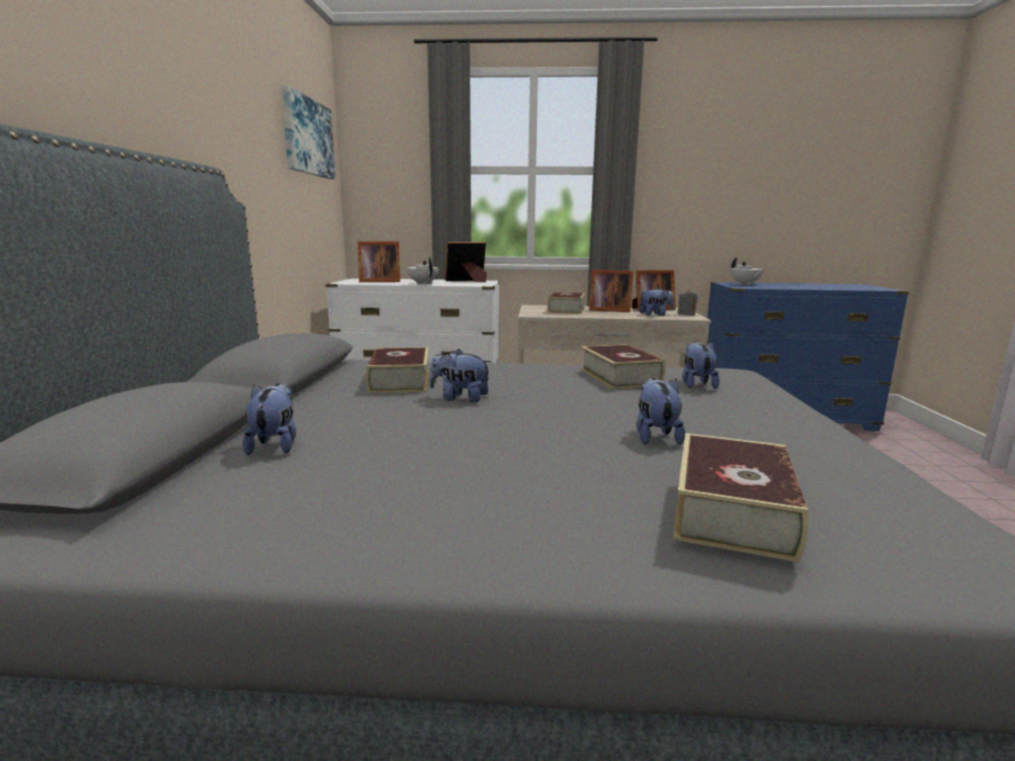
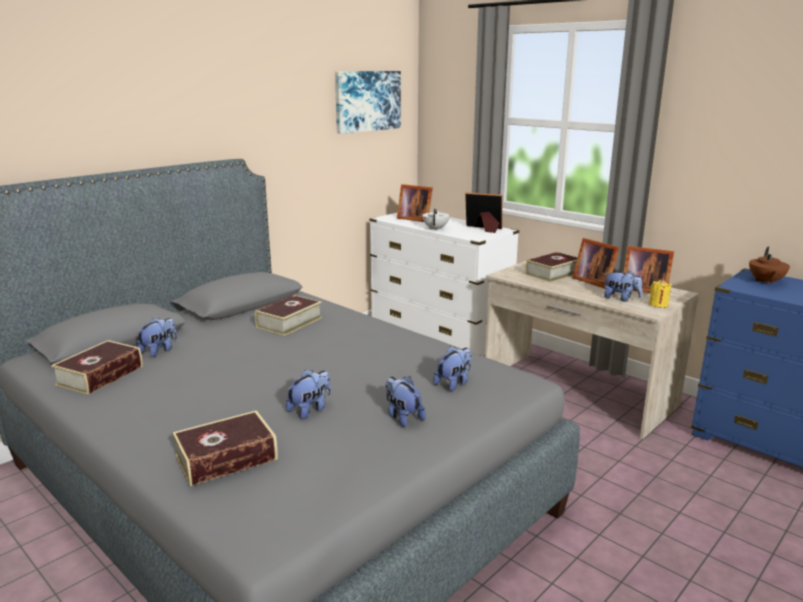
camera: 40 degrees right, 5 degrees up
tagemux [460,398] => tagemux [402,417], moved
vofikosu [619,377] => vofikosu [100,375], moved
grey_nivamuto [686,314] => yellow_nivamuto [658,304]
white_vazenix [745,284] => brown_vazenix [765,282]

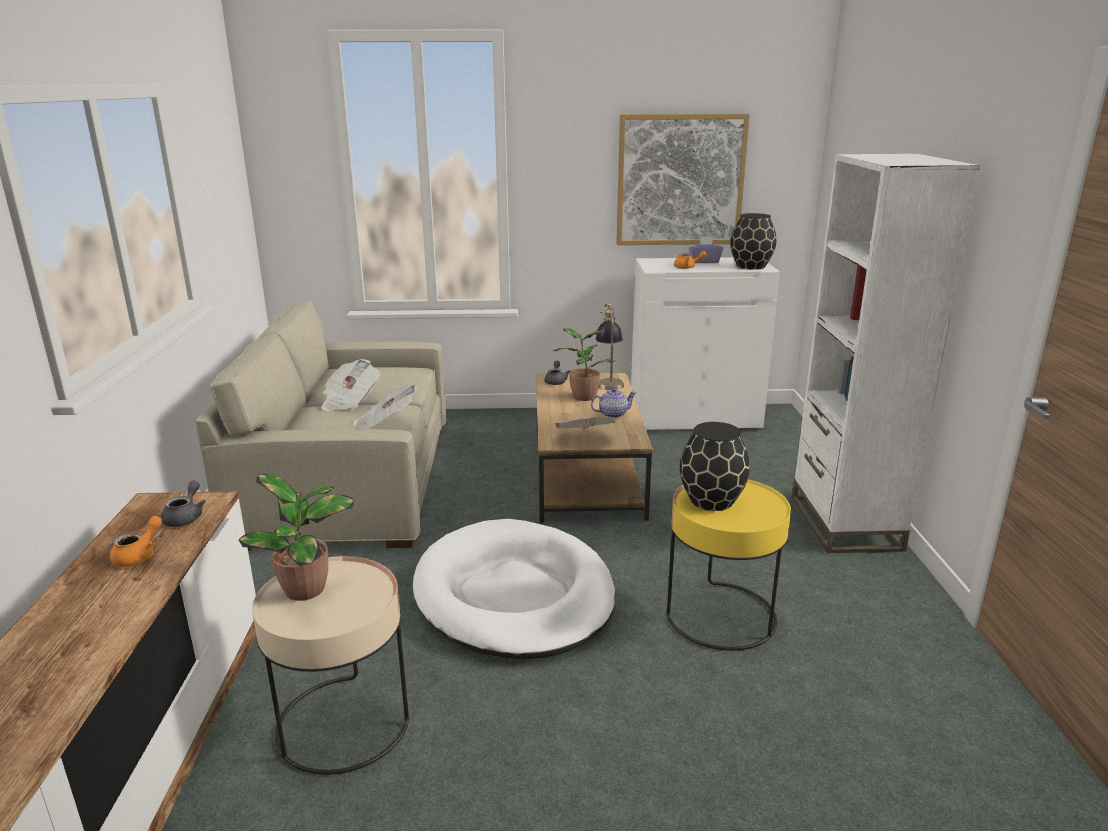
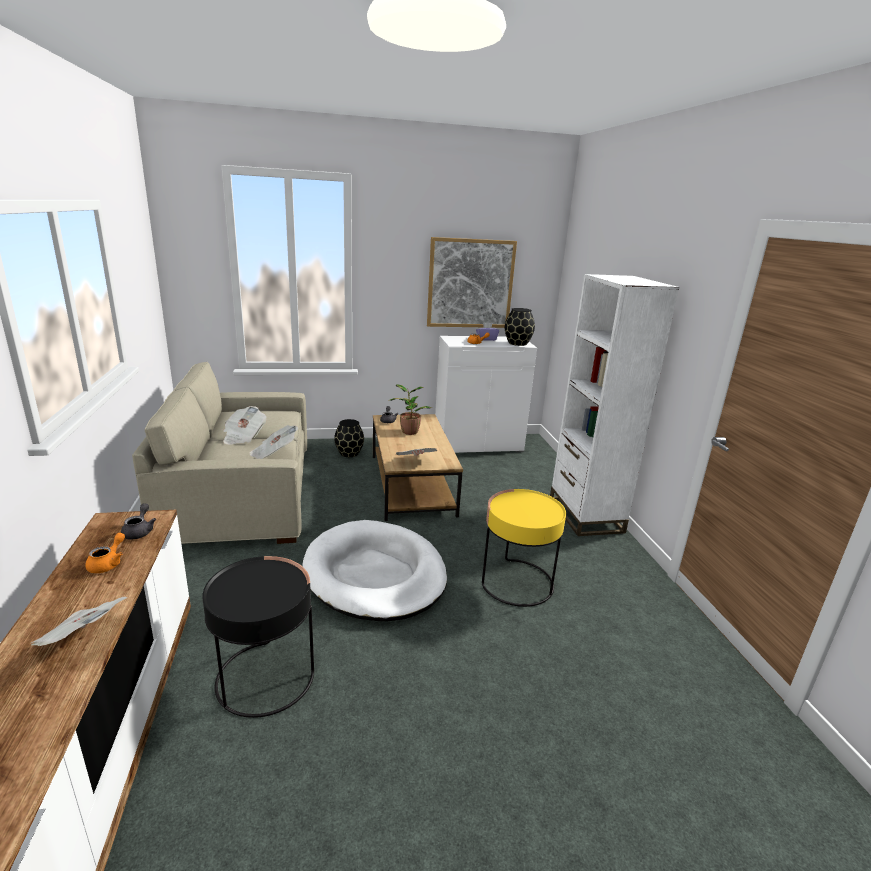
camera: 10 degrees left, 0 degrees up
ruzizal [308,589] => nothing
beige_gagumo [342,723] => black_gagumo [265,677]
vazenix [612,414] => nothing
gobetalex [609,381] => nothing
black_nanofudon [711,501] => black_nanofudon [349,453], moved
nothing => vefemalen [84,638]

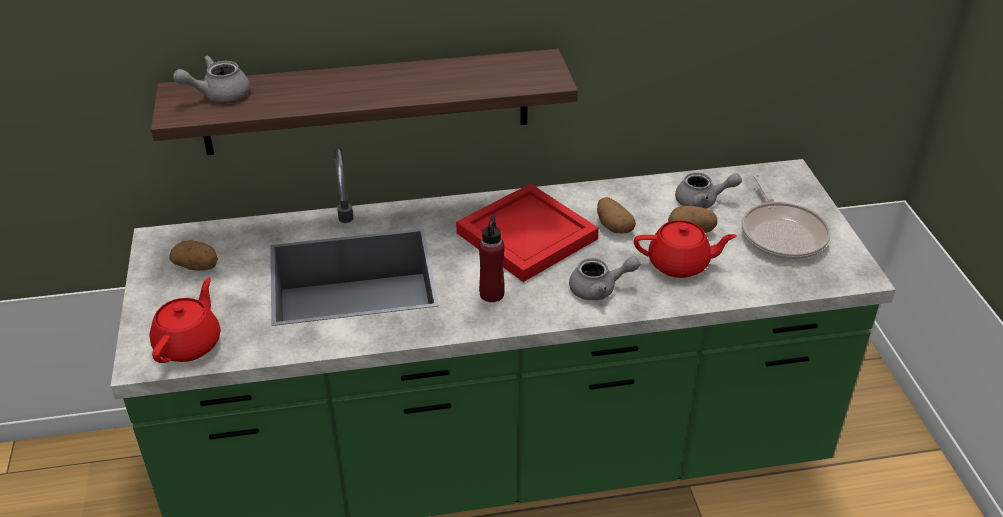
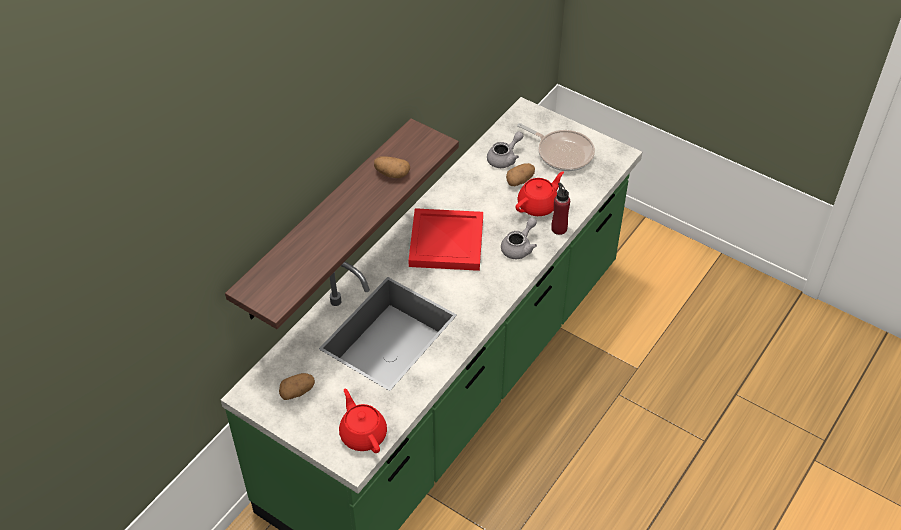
camera: 45 degrees left, 10 degrees up
grey_vazenix [218,94] => nothing
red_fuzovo [492,294] => red_fuzovo [559,228], moved
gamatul [613,226] => gamatul [391,174], moved

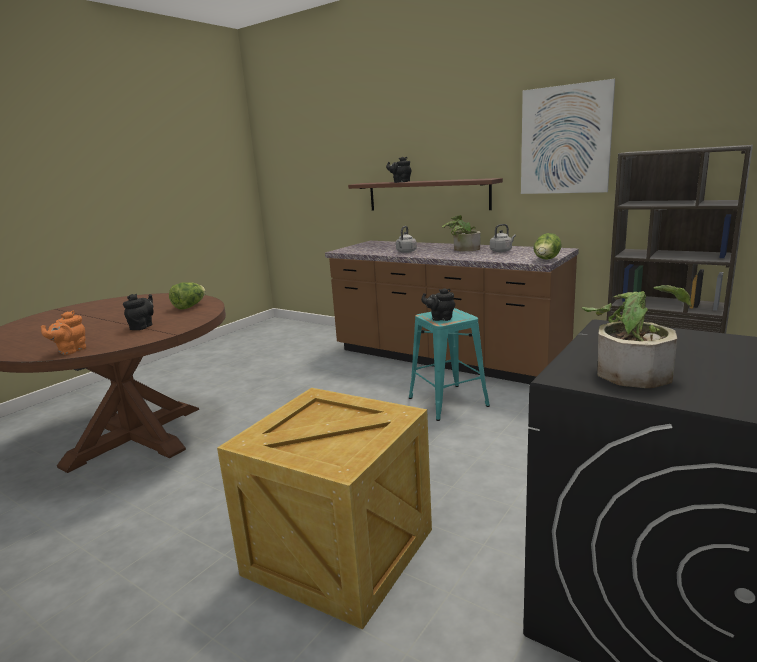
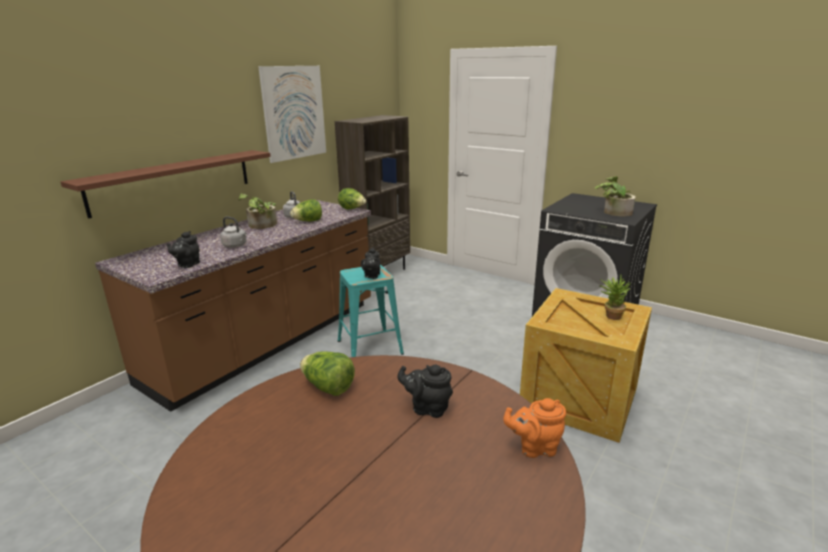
camera: 90 degrees left, 5 degrees up
orange_vazenix [70,351] => orange_vazenix [534,447], 150 degrees clockwise
black_vazenix [400,182] => black_vazenix [187,265], moved
nothing => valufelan [308,221]
nothing => ruzizal [610,315]

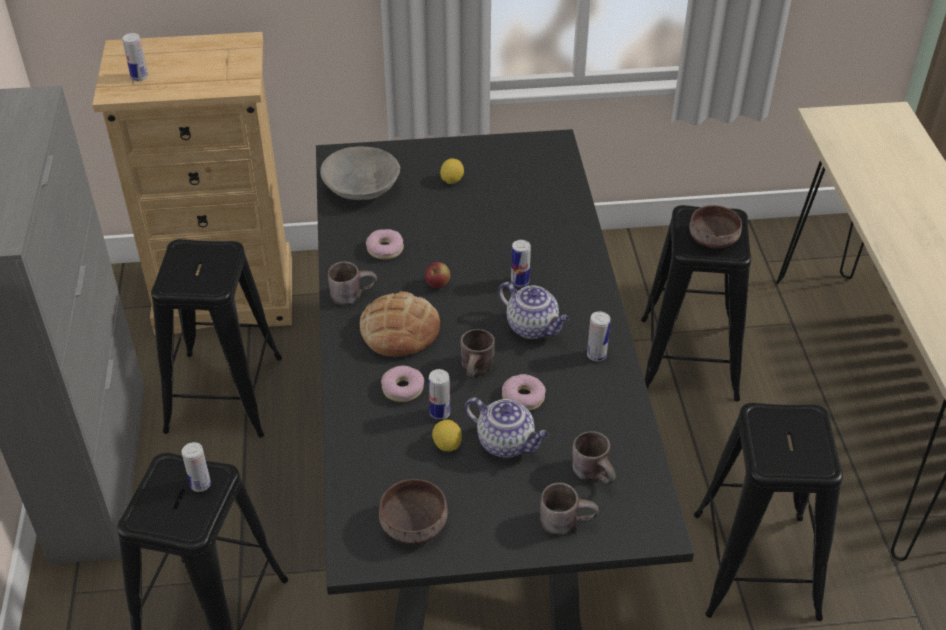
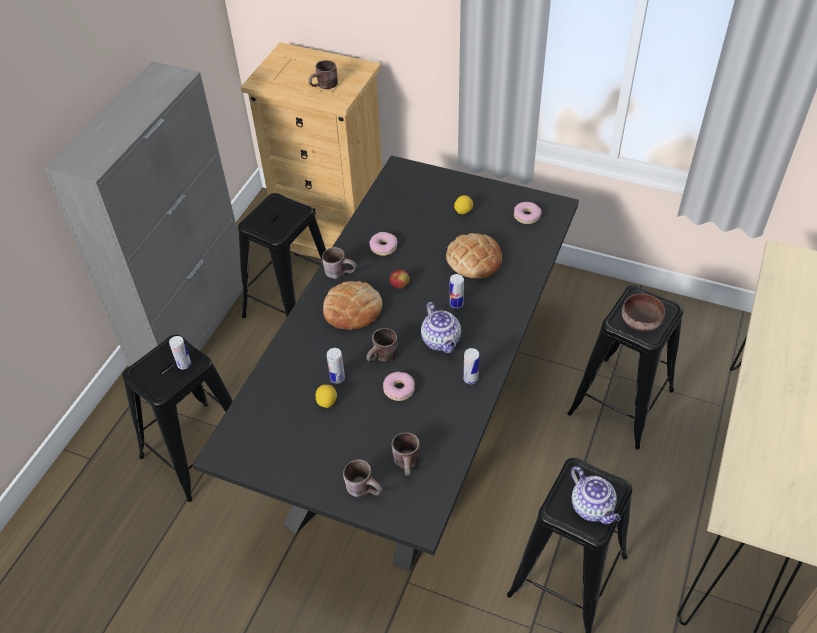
camera: 30 degrees right, 5 degrees up
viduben [139,77] => nothing
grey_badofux [360,188] => nothing
brown_badofux [413,522] => nothing
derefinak [403,388] => derefinak [527,216], moved
vazenix [507,443] => vazenix [593,507], moved
nothing => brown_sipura [325,87]
nothing => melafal [474,260]

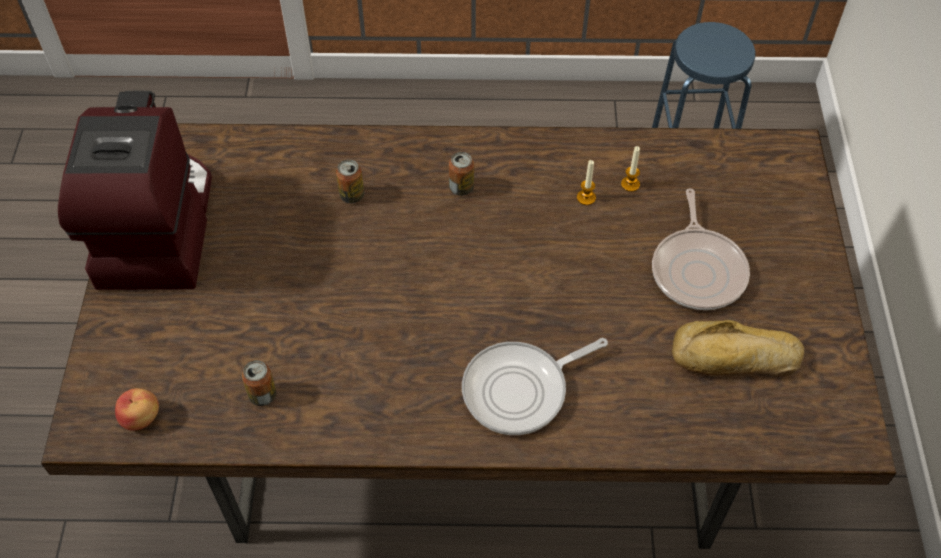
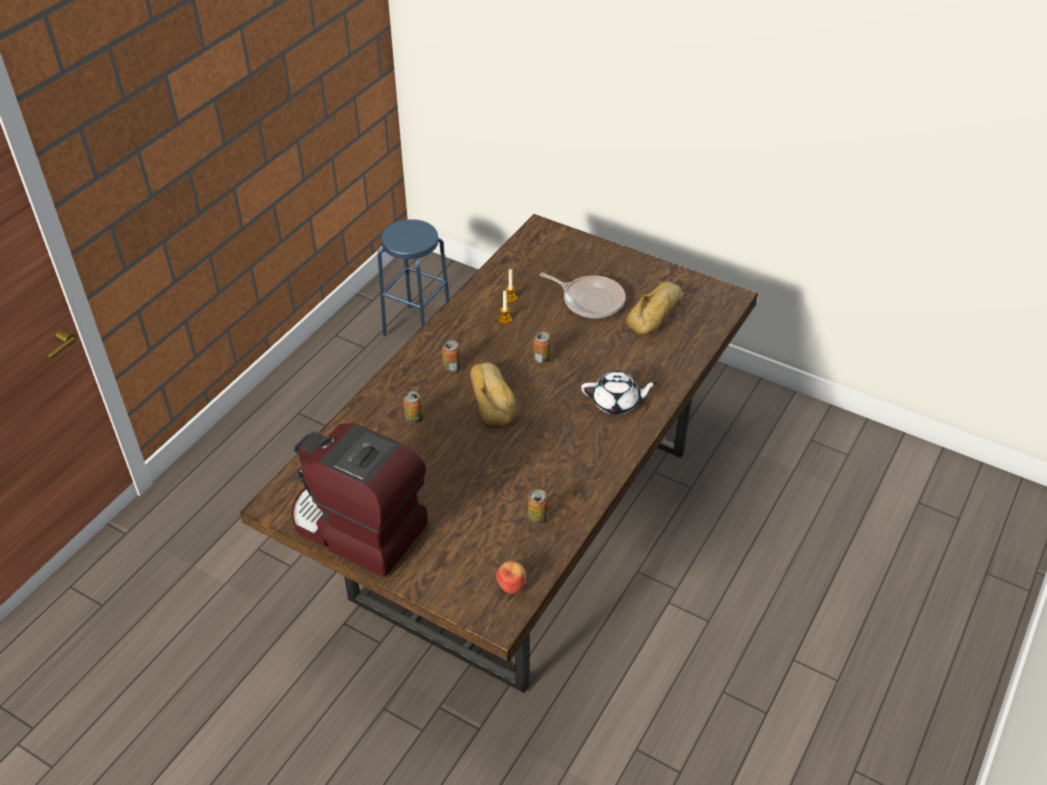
camera: 60 degrees left, 10 degrees down
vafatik [520,390] => white_vazenix [616,403]
nothing => melafal [493,399]
nothing => viduben [541,359]

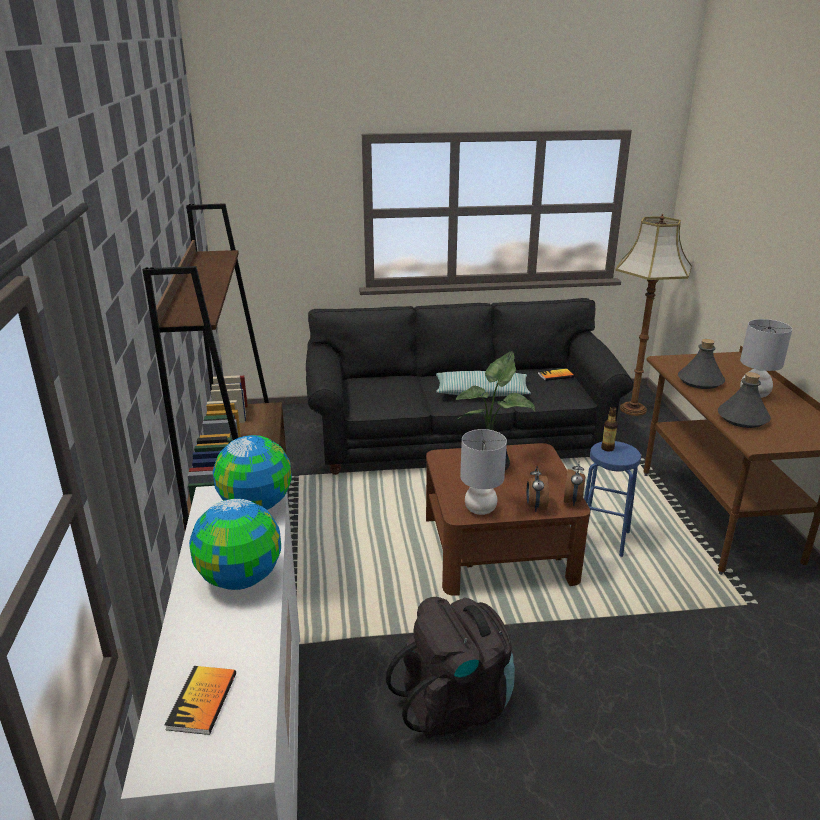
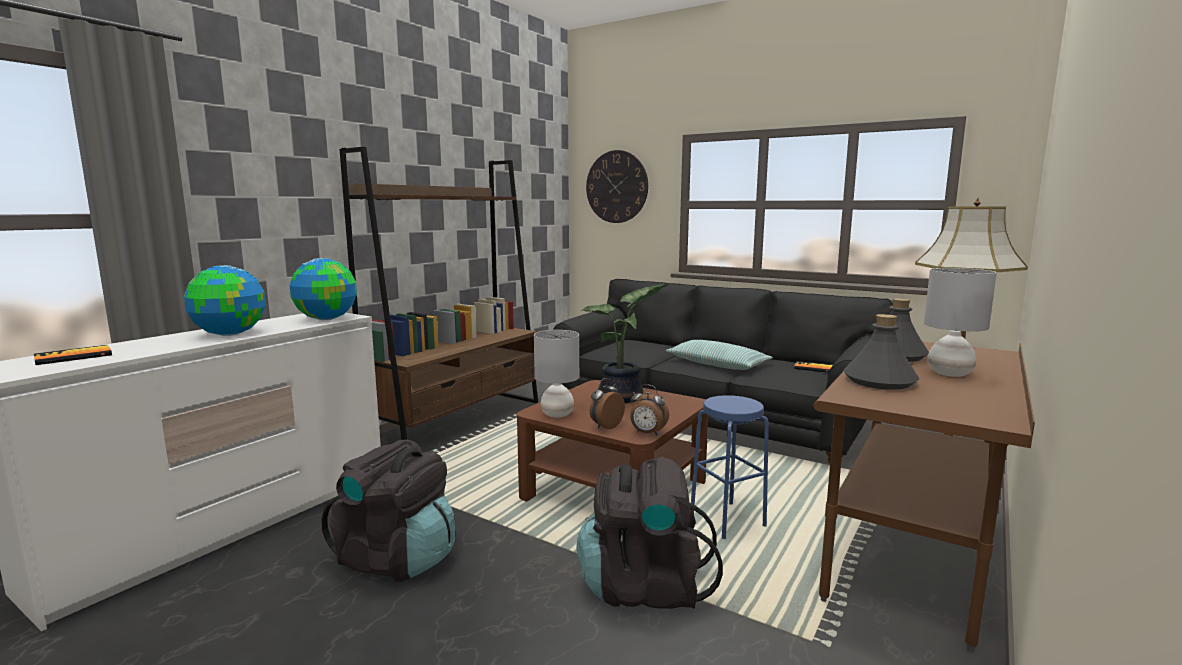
camera: 40 degrees right, 15 degrees down
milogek [573,501] => milogek [647,433], 60 degrees clockwise
fuzovo [607,448] => nothing
nothing => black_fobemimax [644,587]
nothing => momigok [616,187]

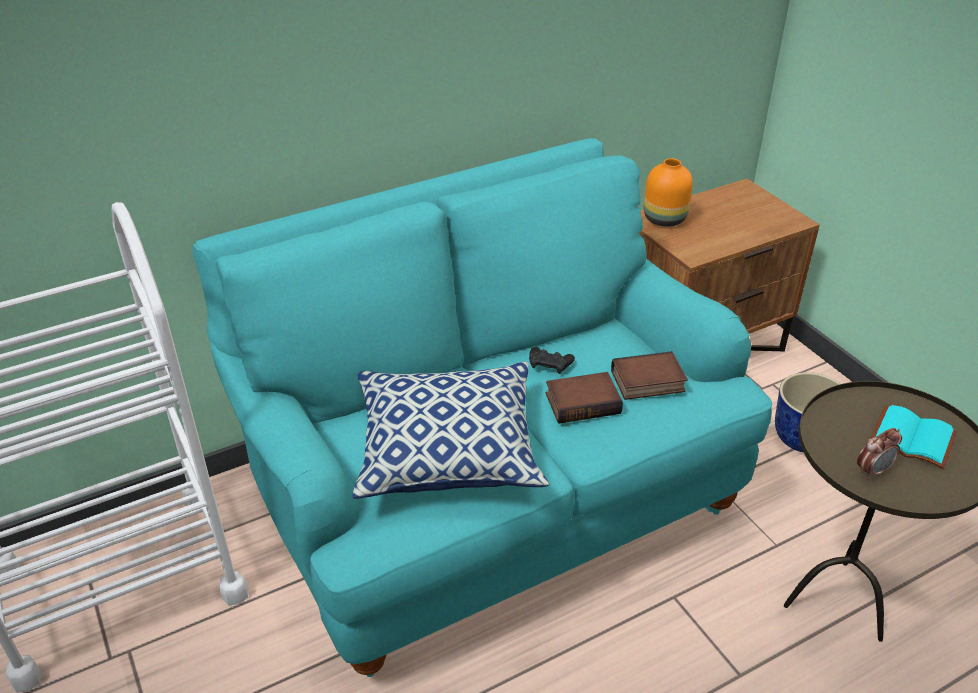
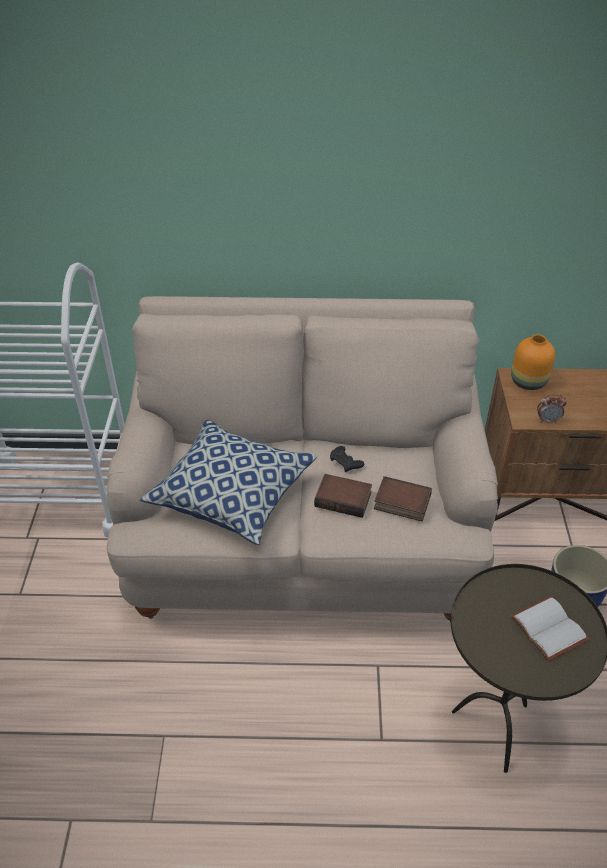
camera: 30 degrees right, 5 degrees up
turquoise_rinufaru [488,498] => beige_rinufaru [304,540]
milogek [872,471] => milogek [547,420], moved
turquoise_vofikosu [910,439] => white_vofikosu [546,629]

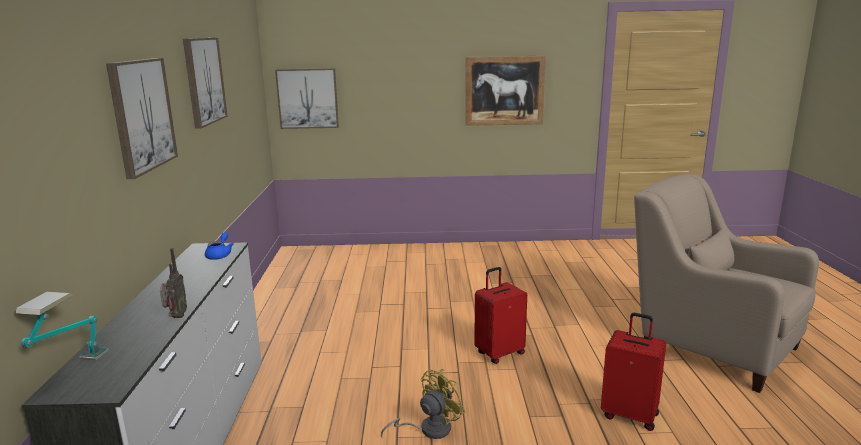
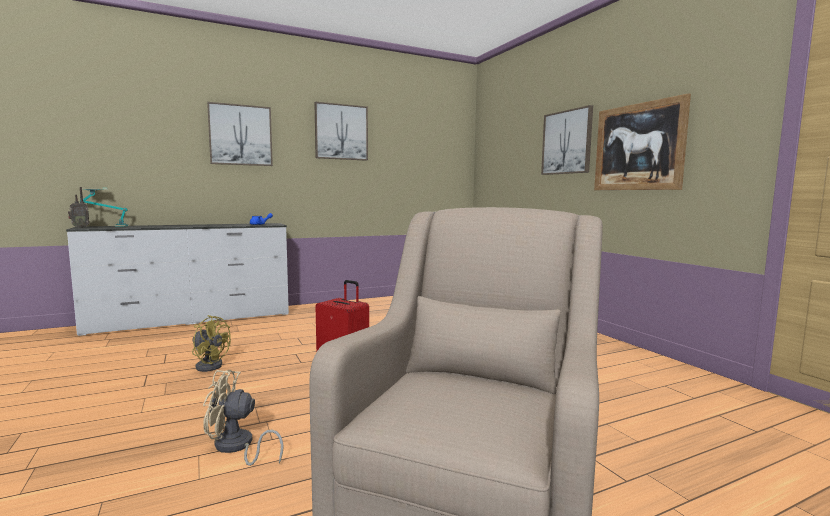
camera: 65 degrees right, 10 degrees down
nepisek [176,317] => nepisek [80,227], moved
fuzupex [307,98] => fuzupex [567,142], moved
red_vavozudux [630,415] => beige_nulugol [237,447]

